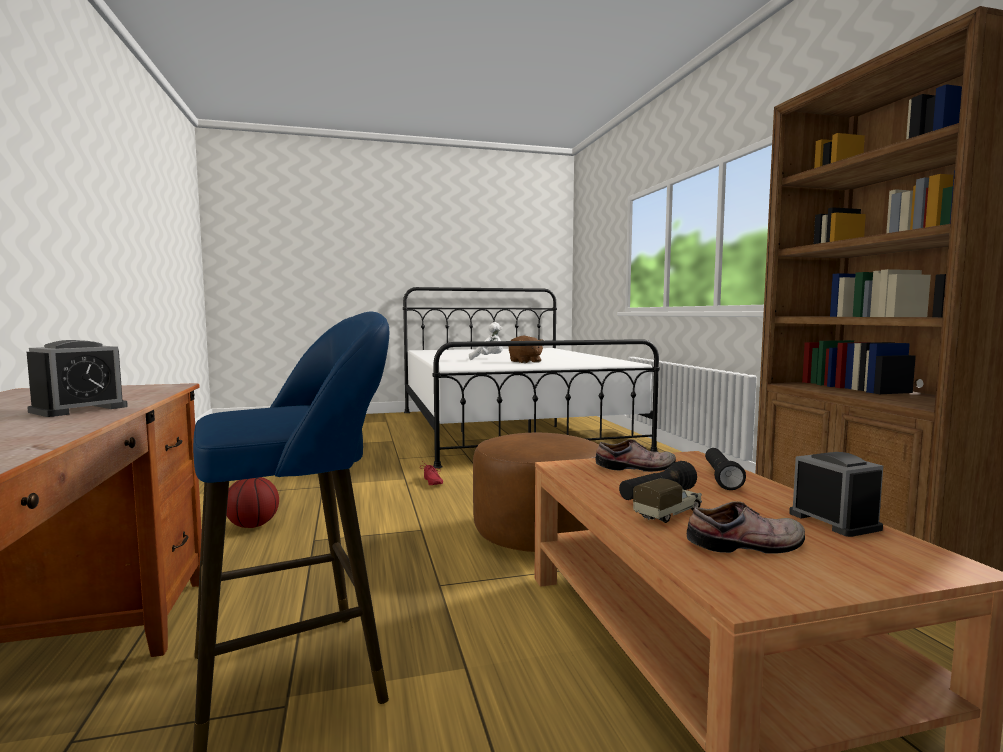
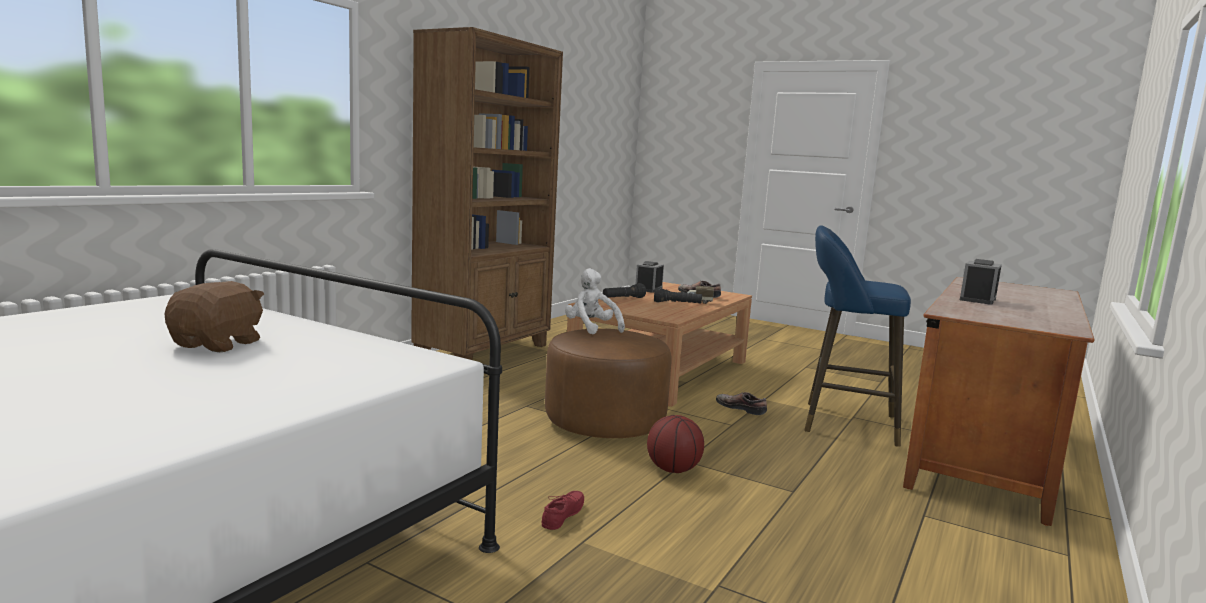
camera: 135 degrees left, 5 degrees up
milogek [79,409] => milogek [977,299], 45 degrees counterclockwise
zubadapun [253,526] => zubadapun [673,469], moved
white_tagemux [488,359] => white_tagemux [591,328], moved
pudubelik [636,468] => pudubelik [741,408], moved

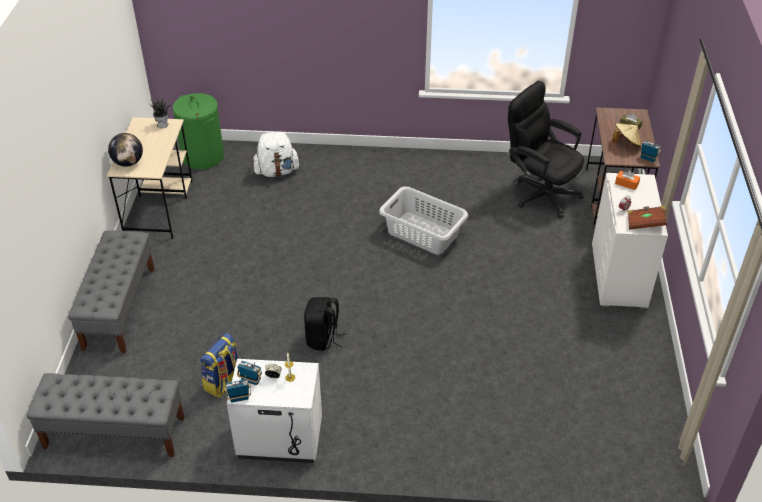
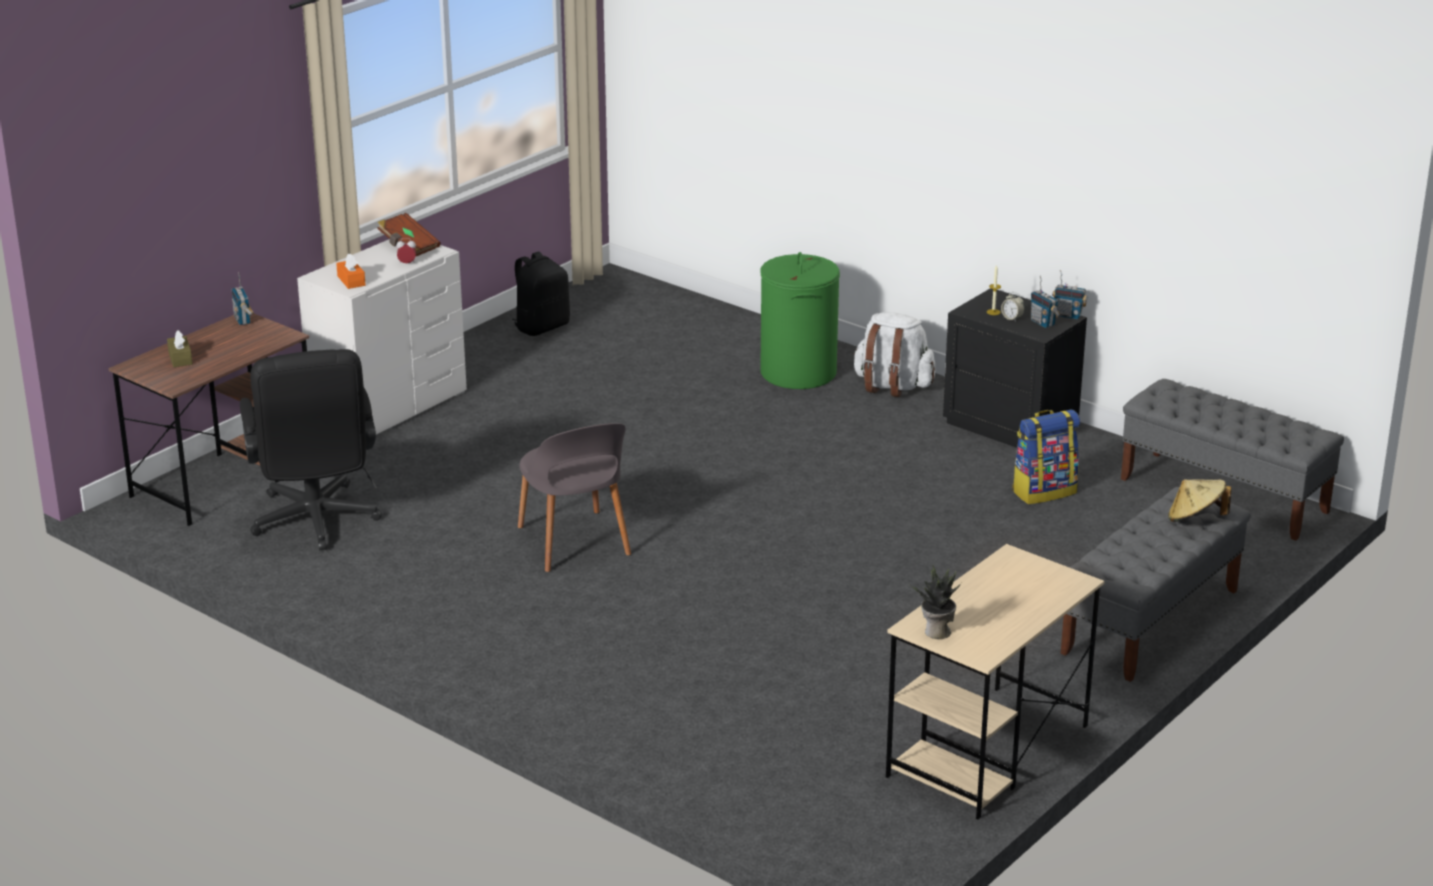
camera: 145 degrees left, 15 degrees down
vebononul [128,163] => nothing
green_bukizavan [203,156] => green_bukizavan [798,372], moved
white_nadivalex [279,439] => black_nadivalex [1011,425]
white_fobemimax [277,171] => white_fobemimax [892,386], moved
black_fobemimax [323,339] => black_fobemimax [541,327], moved
grey_bukizavan [422,233] => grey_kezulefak [574,543]
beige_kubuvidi [626,143] => beige_kubuvidi [1195,519], moved

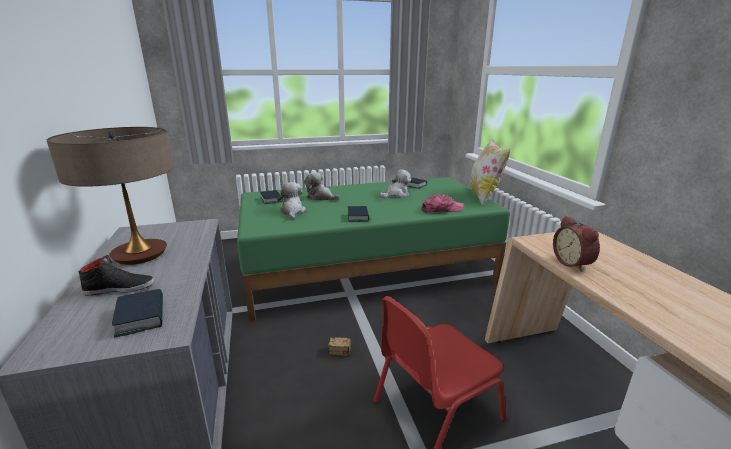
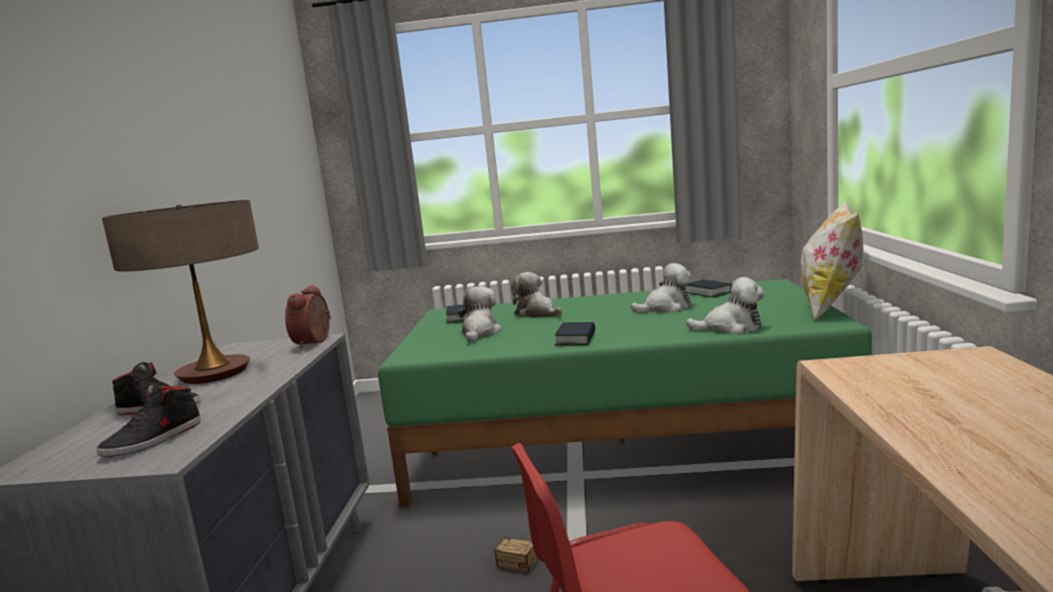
camera: 20 degrees right, 10 degrees down
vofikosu [141,317] => black_pudubelik [154,439]
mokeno [441,209] => tagemux [731,328]
milogek [573,263] => milogek [315,342], moved

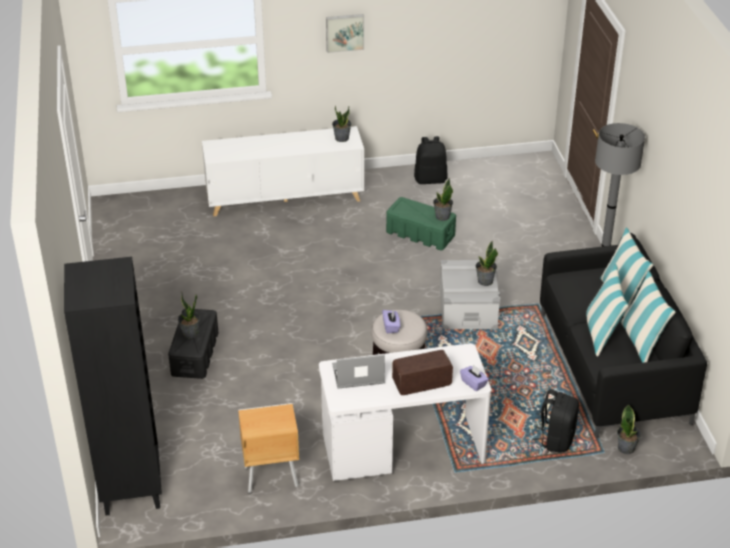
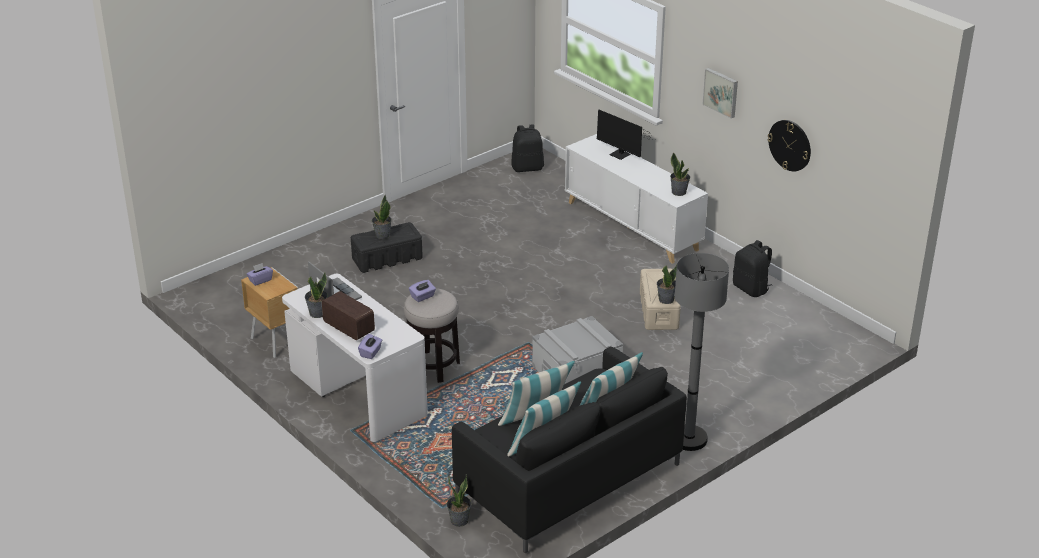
camera: 60 degrees right, 5 degrees down
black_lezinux [130,487] => nothing
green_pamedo [421,234] => beige_pamedo [659,311]
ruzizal [485,281] => ruzizal [317,313], moved
black_fobemimax [556,439] => black_fobemimax [527,168], moved
nothing => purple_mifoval [260,280]
nothing => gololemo [621,155]
nothing => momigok [790,145]

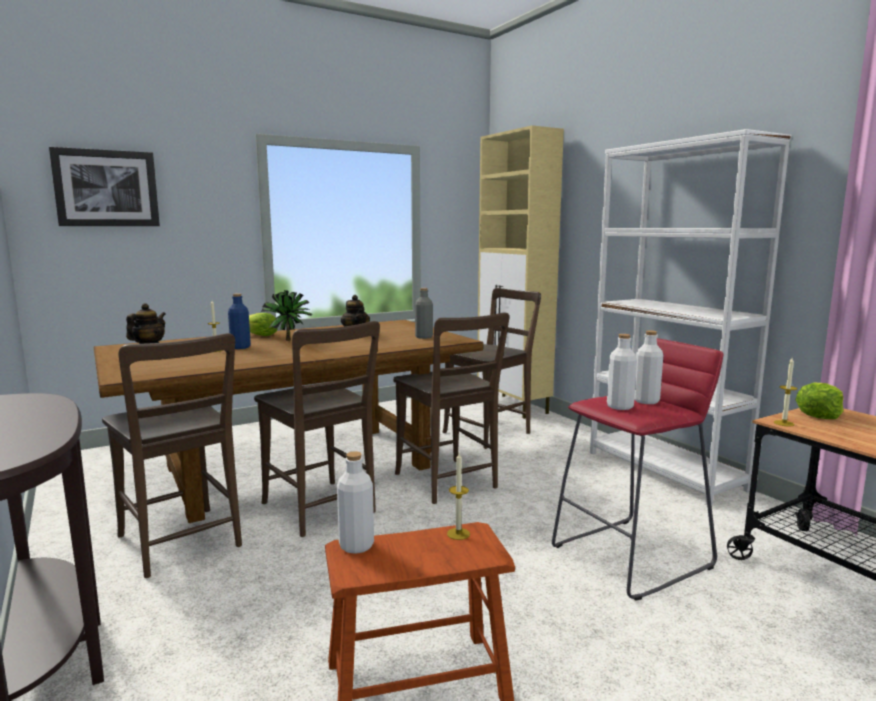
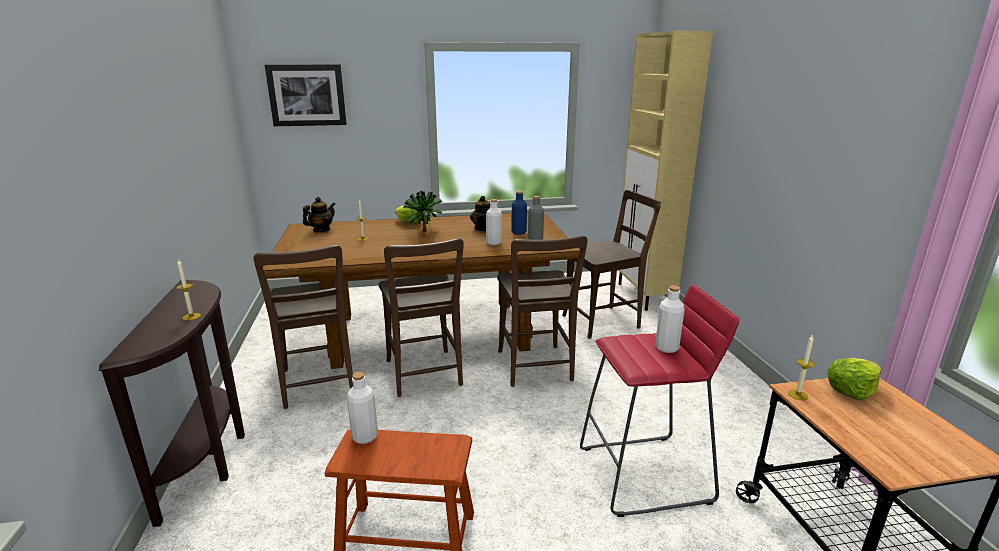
camera: 20 degrees right, 10 degrees up
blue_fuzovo [240,347] => blue_fuzovo [519,232], moved
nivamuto [458,534] => nivamuto [191,316], moved
white_lezinux [664,470] => nothing
white_fuzovo [620,406] => white_fuzovo [494,243], moved

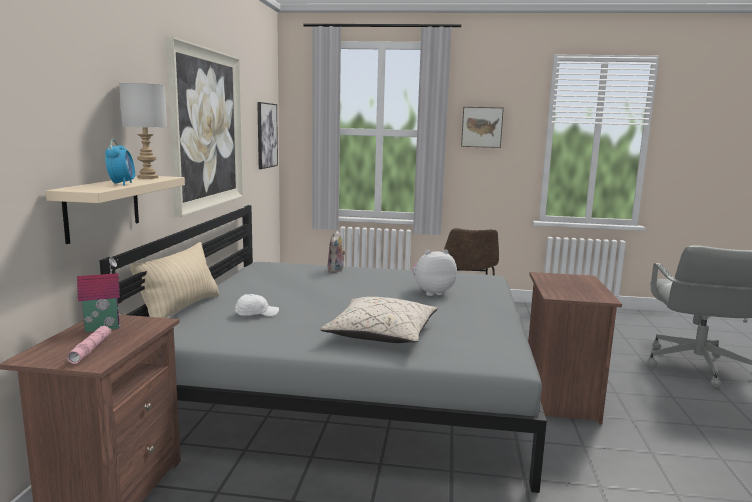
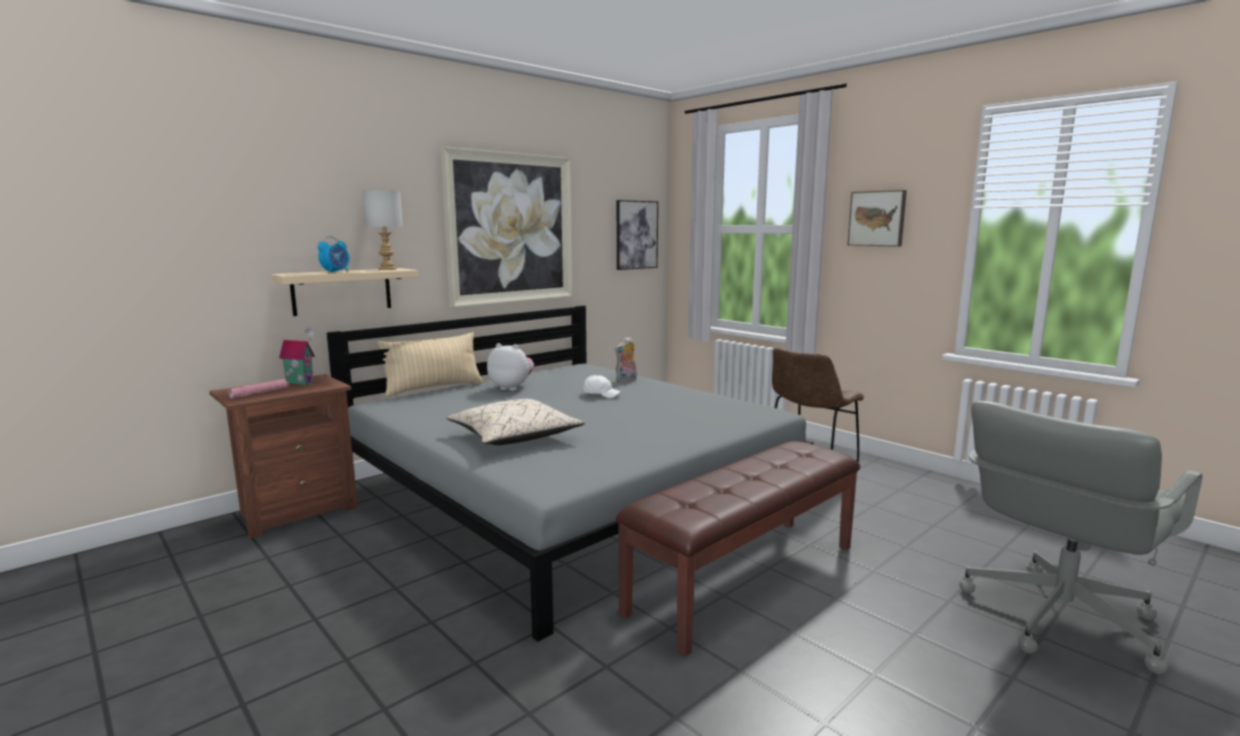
camera: 40 degrees right, 0 degrees up
white_mokeno [256,314] => white_mokeno [601,394], moved
tagemux [432,292] => tagemux [512,388], moved
brown_nadivalex [558,398] => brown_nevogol [744,577]

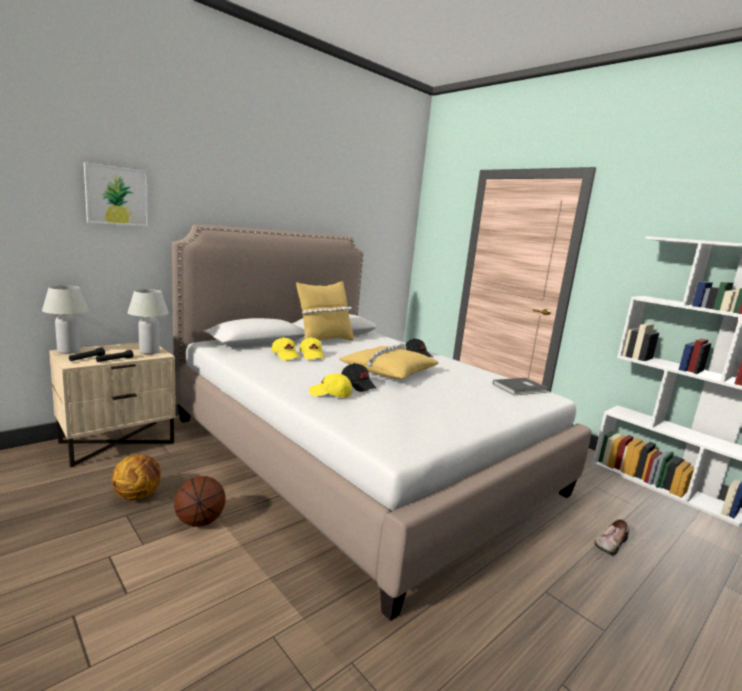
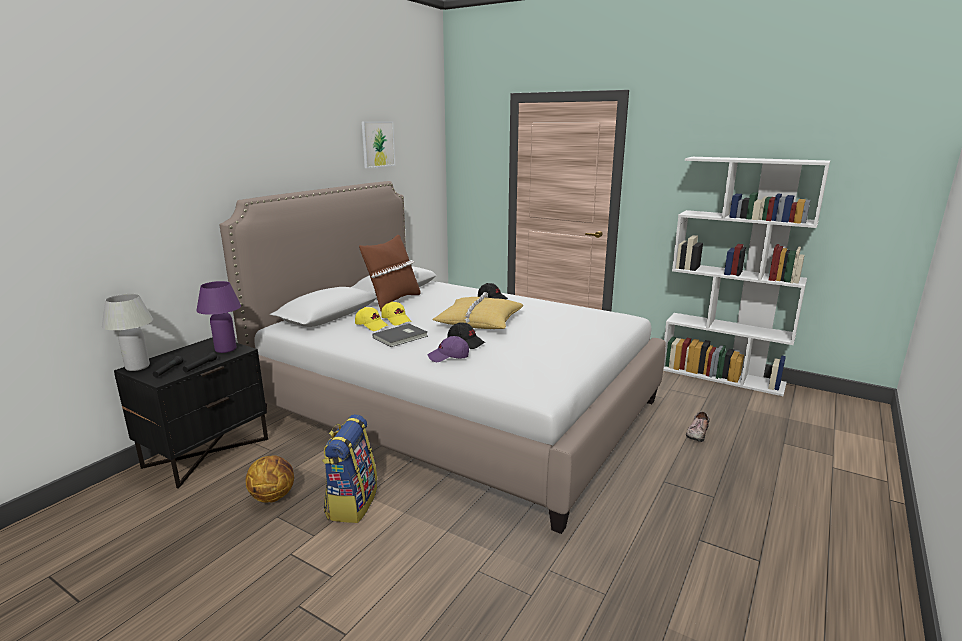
camera: 15 degrees left, 5 degrees up
beige_nadivalex [118,442] => black_nadivalex [206,452]
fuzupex [117,196] => fuzupex [378,144], moved
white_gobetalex [149,352] => purple_gobetalex [225,349]
zubadapun [200,521] => fobemimax [351,503]
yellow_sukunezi [324,341] => brown_sukunezi [393,301]
yellow_mokeno [330,394] => purple_mokeno [449,357]
grey_vofikosu [521,388] => grey_vofikosu [401,337], moved

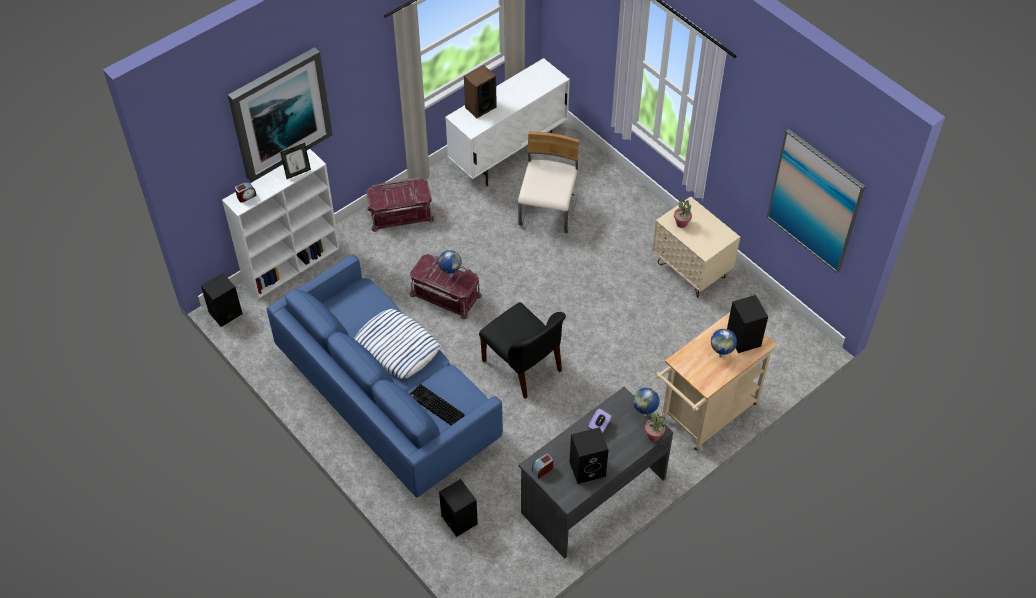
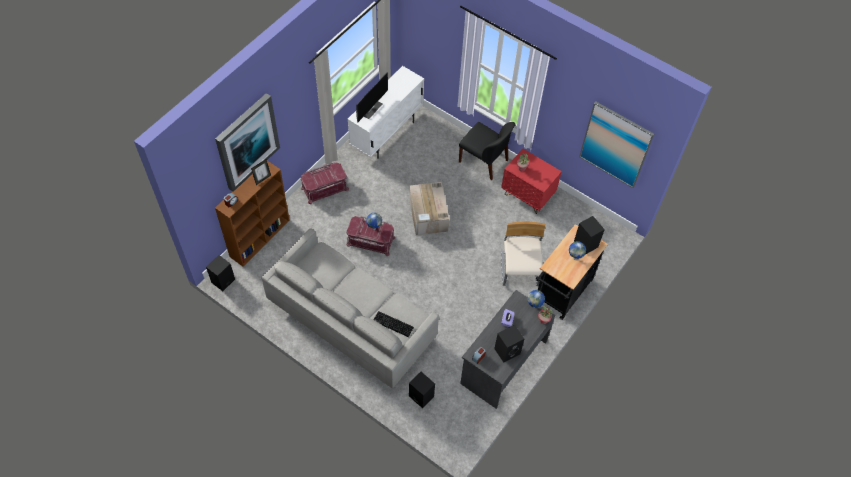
camera: 15 degrees left, 5 degrees up
white_lezinux [292,265] => brown_lezinux [260,237]
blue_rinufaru [388,399] => grey_rinufaru [352,322]
sukunezi [397,347] => nothing
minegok [480,107] => gololemo [369,108]
black_kezulefak [523,367] => black_kezulefak [484,161], moved
beige_kezulefak [549,211] => beige_kezulefak [519,270], moved
beige_nadivalex [691,271] => red_nadivalex [527,196]
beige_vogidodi [704,416] => black_vogidodi [561,294]
nothing => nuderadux [428,215]

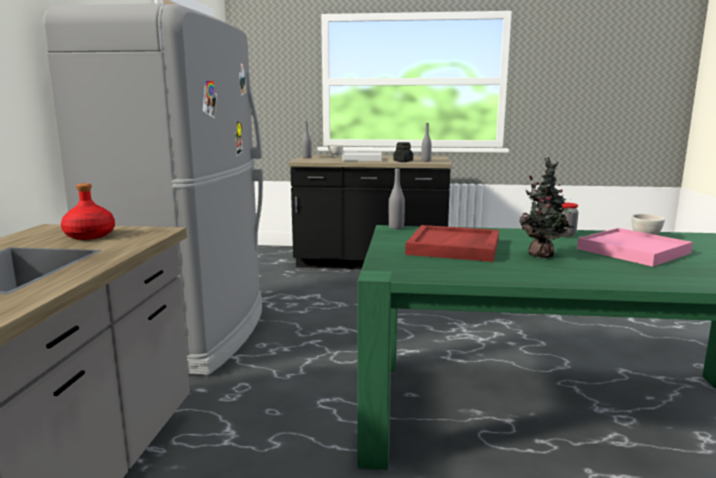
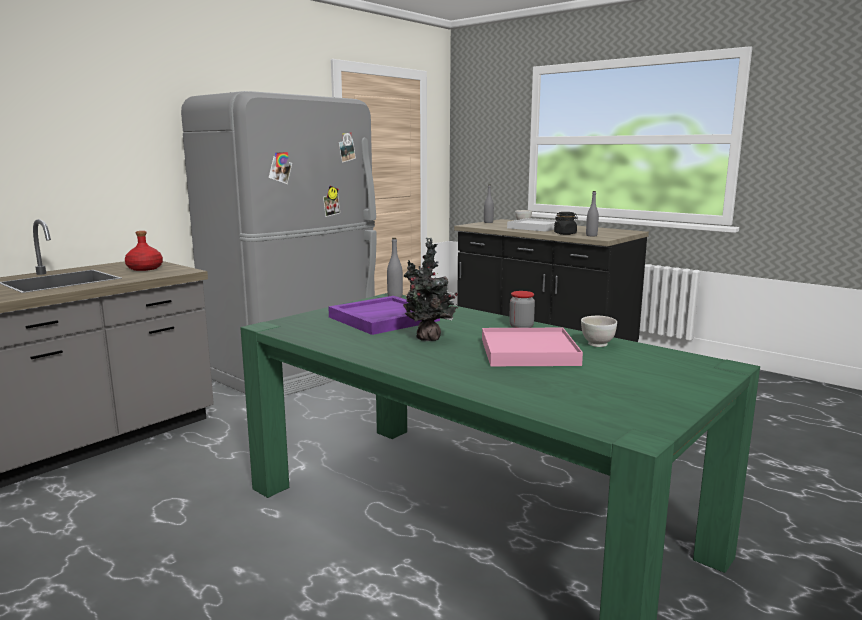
camera: 35 degrees right, 0 degrees up
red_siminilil [454,247] => purple_siminilil [383,319]

